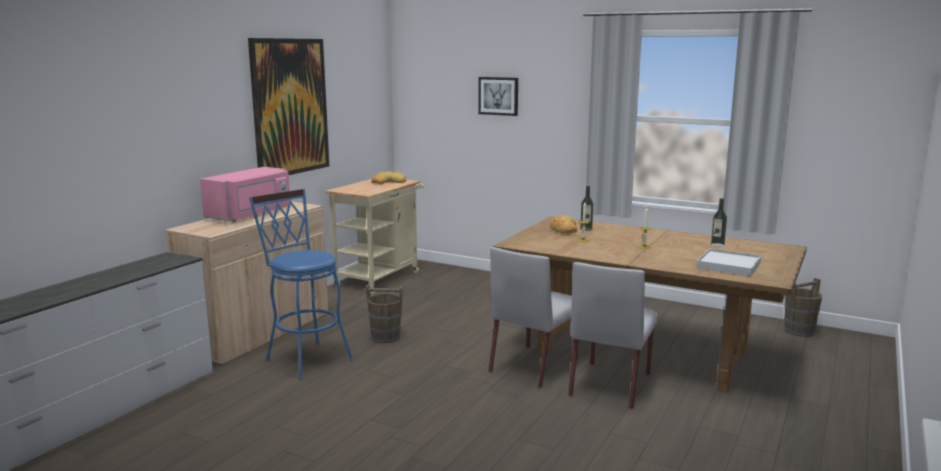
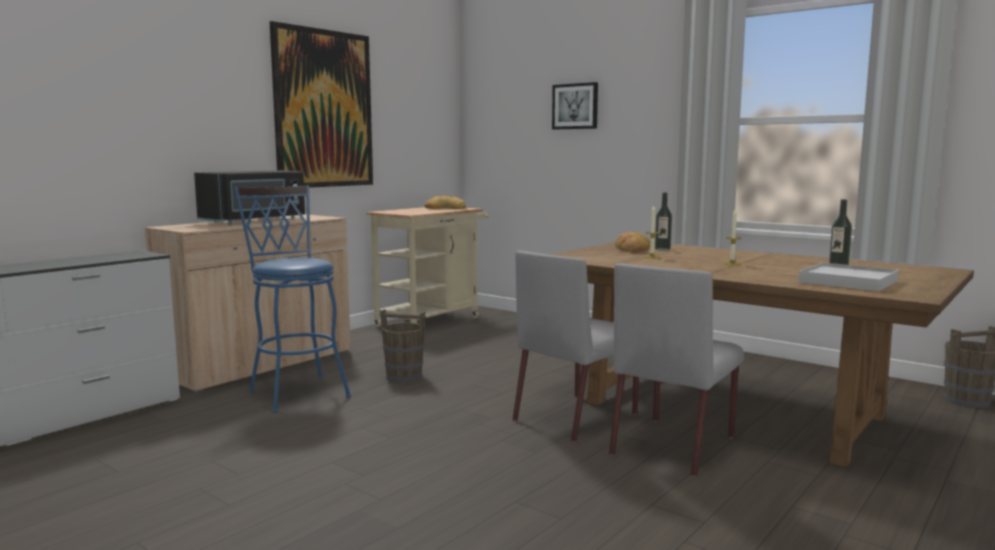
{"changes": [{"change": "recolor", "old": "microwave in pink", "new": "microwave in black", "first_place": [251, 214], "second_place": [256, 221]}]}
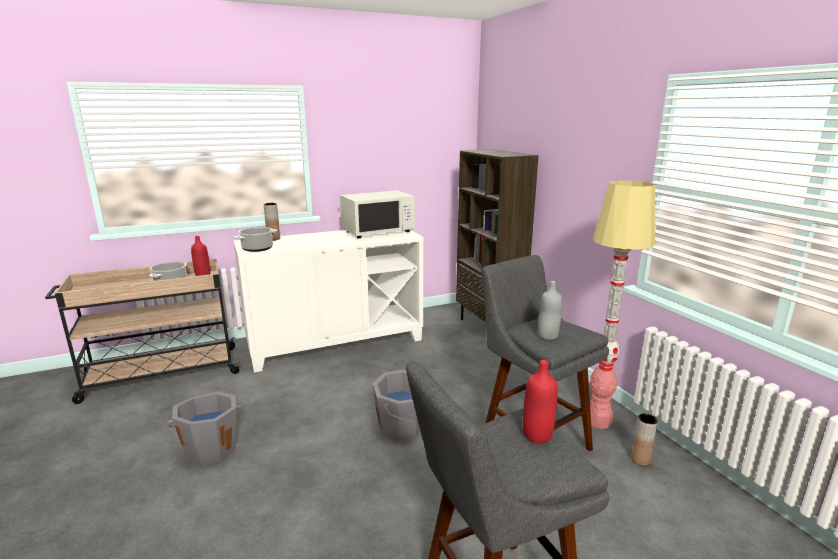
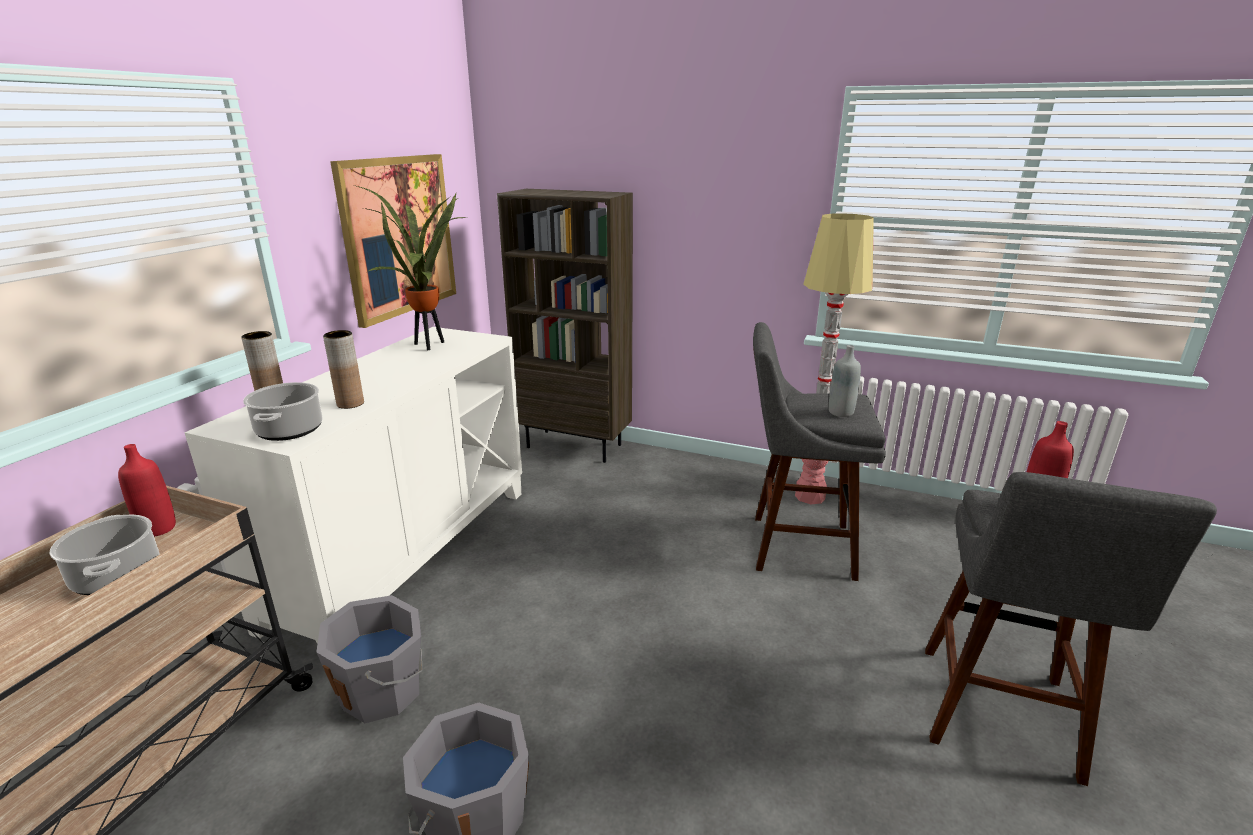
{"changes": [{"change": "insert", "new": "picture", "second_place": [399, 236]}, {"change": "move", "old": "bucket in grey", "first_place": [402, 426], "second_place": [384, 690]}, {"change": "move", "old": "vase in brown", "first_place": [640, 460], "second_place": [350, 404]}, {"change": "replace", "old": "microwave in white", "new": "potted plant", "first_place": [378, 231], "second_place": [428, 345]}]}
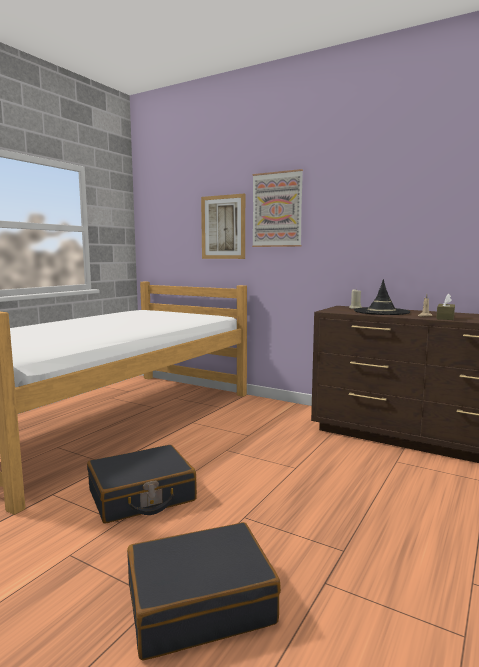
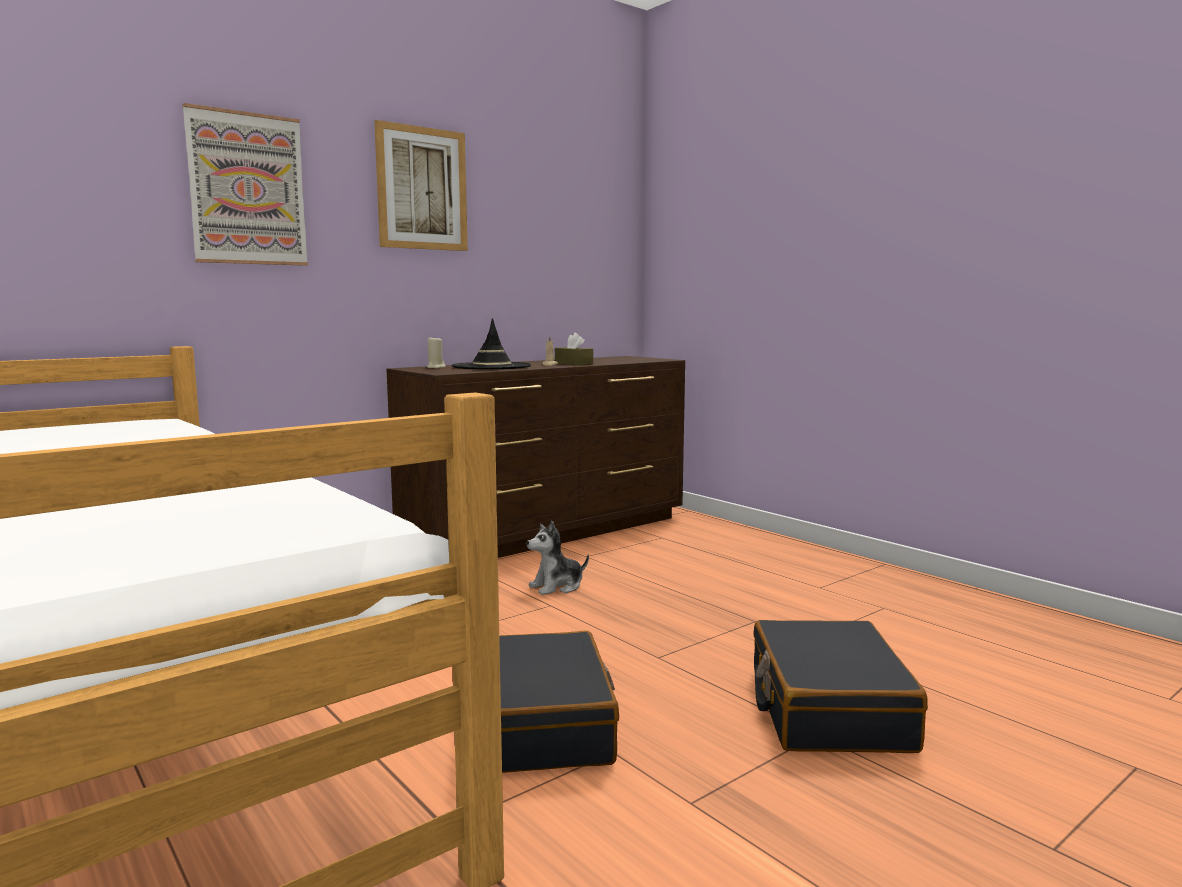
{"changes": [{"change": "insert", "new": "plush toy", "second_place": [557, 587]}, {"change": "move", "old": "picture", "first_place": [223, 227], "second_place": [422, 189]}]}
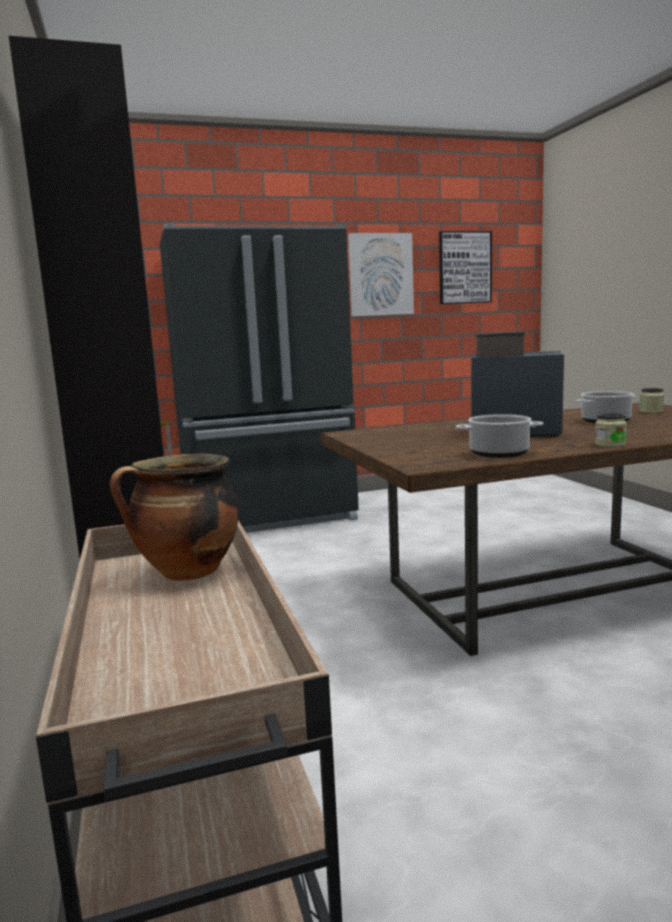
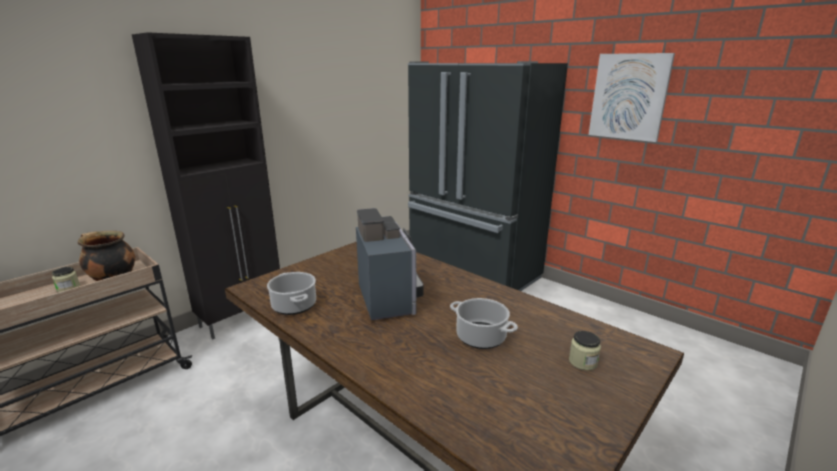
{"changes": [{"change": "delete", "old": "picture", "first_place": [464, 268]}, {"change": "move", "old": "jar", "first_place": [610, 445], "second_place": [68, 288]}]}
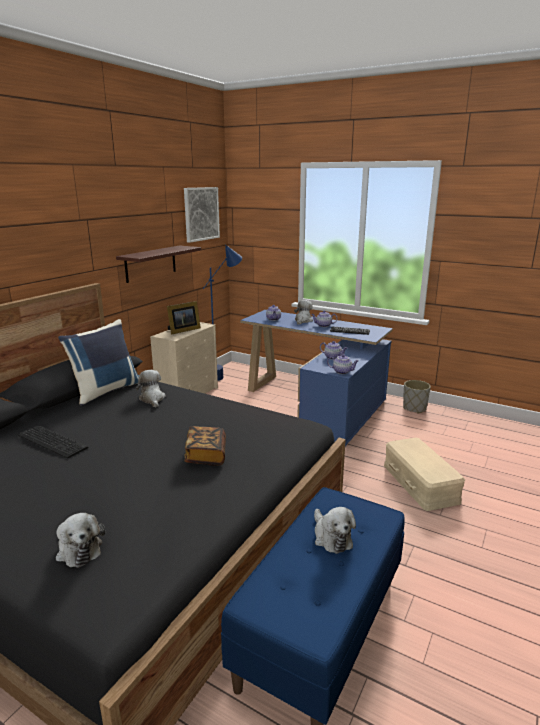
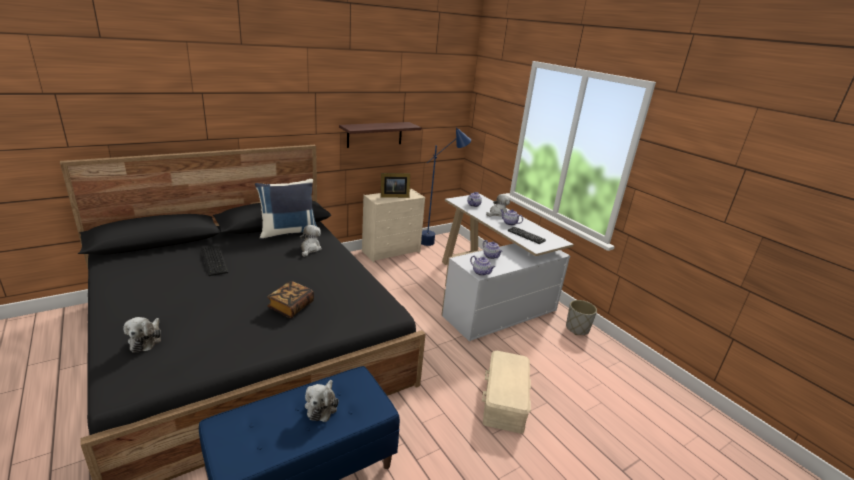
{"changes": [{"change": "delete", "old": "picture", "first_place": [201, 214]}, {"change": "recolor", "old": "desk in blue", "new": "desk in white", "first_place": [318, 403], "second_place": [489, 293]}]}
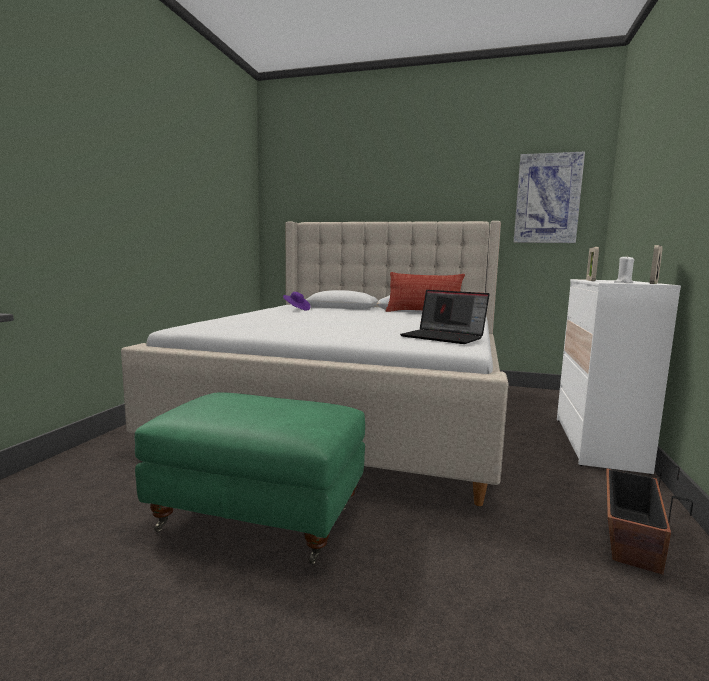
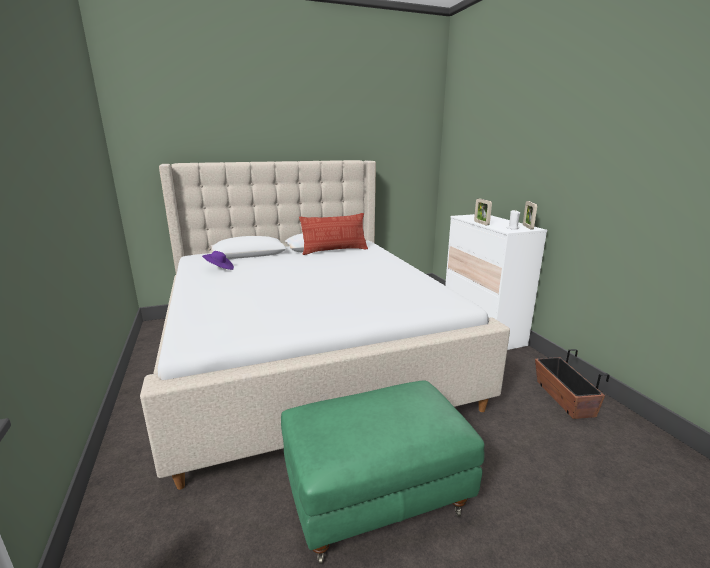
{"changes": [{"change": "delete", "old": "laptop", "first_place": [444, 337]}, {"change": "delete", "old": "picture", "first_place": [547, 199]}]}
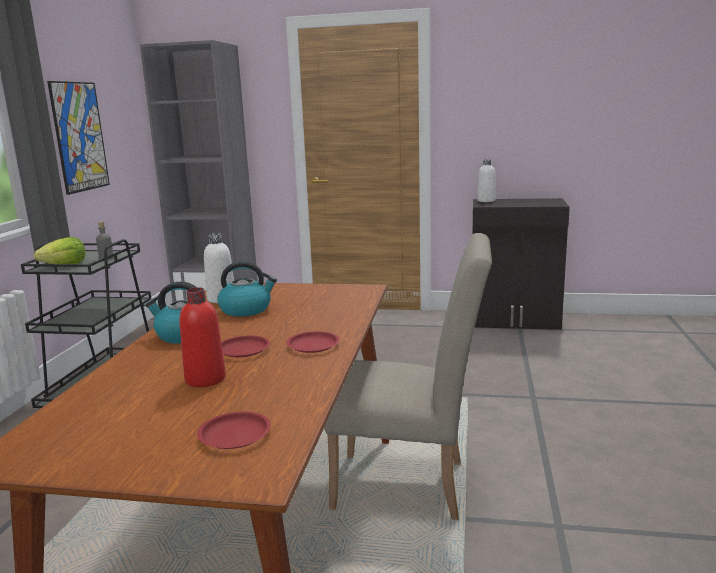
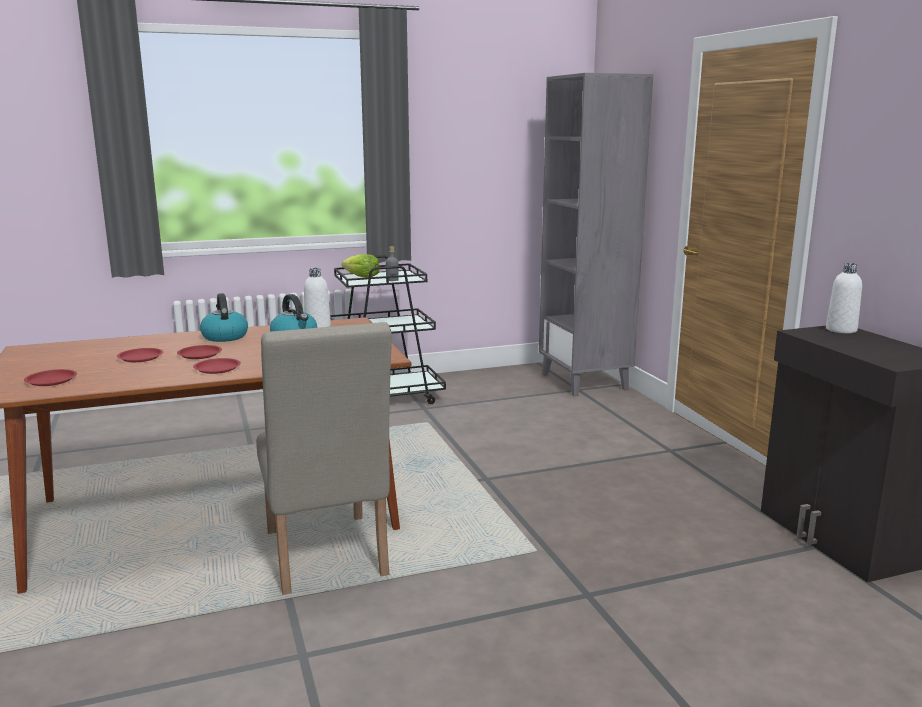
{"changes": [{"change": "delete", "old": "picture", "first_place": [80, 137]}, {"change": "replace", "old": "bottle in red", "new": "plate in red", "first_place": [205, 379], "second_place": [140, 358]}]}
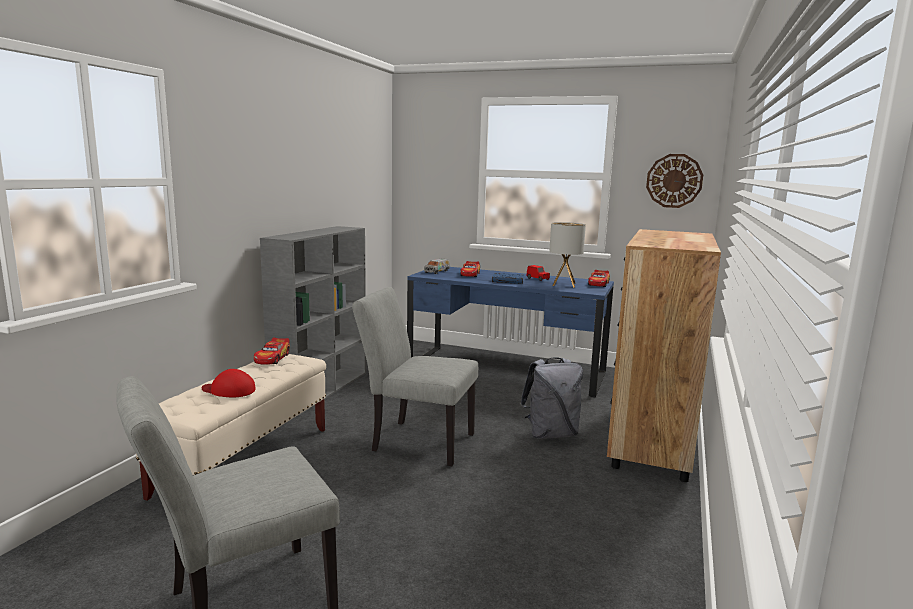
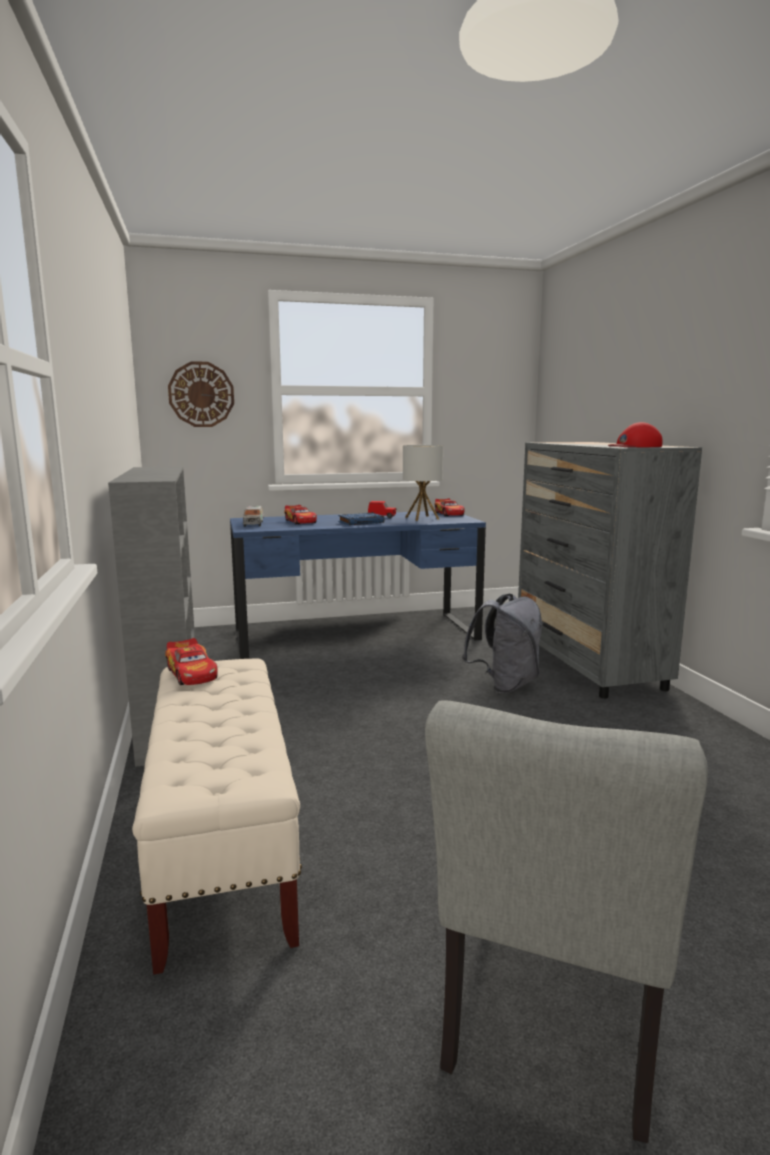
{"changes": [{"change": "delete", "old": "chair in grey", "first_place": [416, 441]}, {"change": "move", "old": "cap in red", "first_place": [229, 390], "second_place": [635, 446]}, {"change": "move", "old": "wall clock", "first_place": [674, 181], "second_place": [201, 394]}, {"change": "recolor", "old": "dresser in brown", "new": "dresser in grey", "first_place": [651, 441], "second_place": [588, 665]}]}
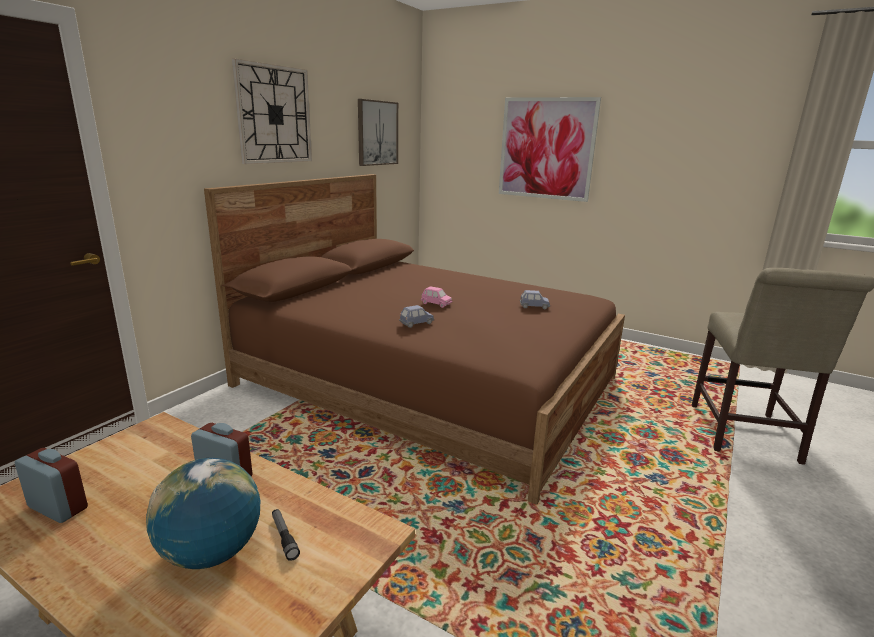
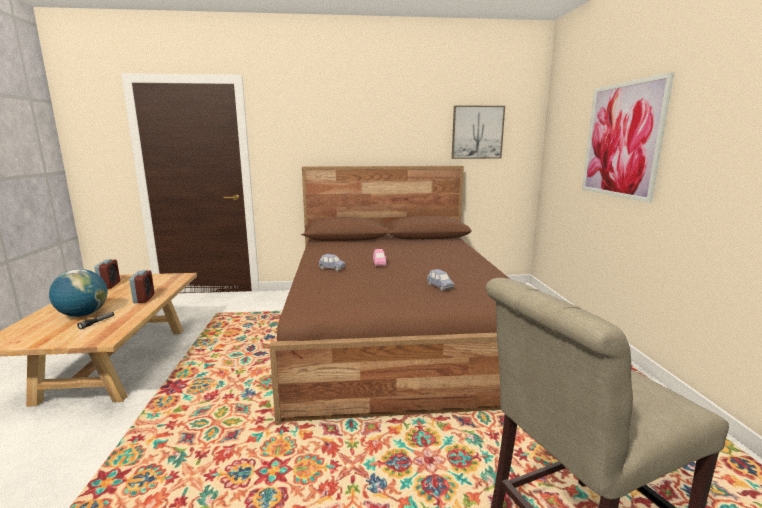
{"changes": [{"change": "delete", "old": "wall clock", "first_place": [274, 115]}]}
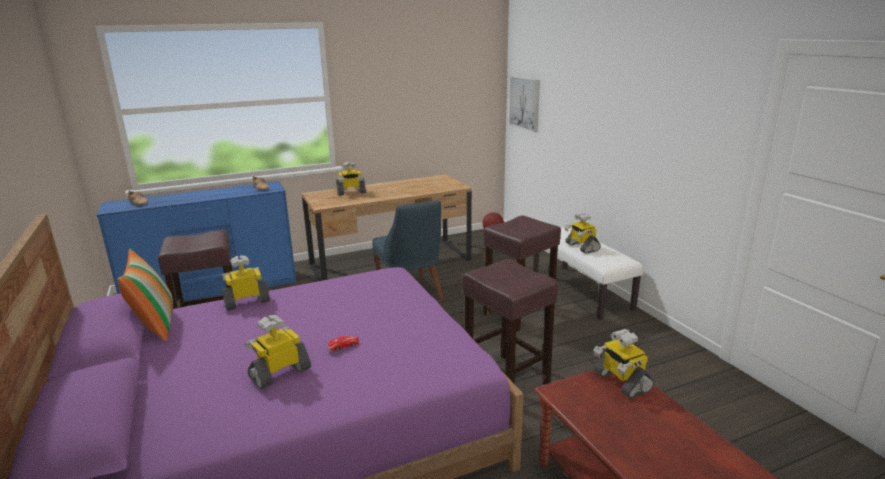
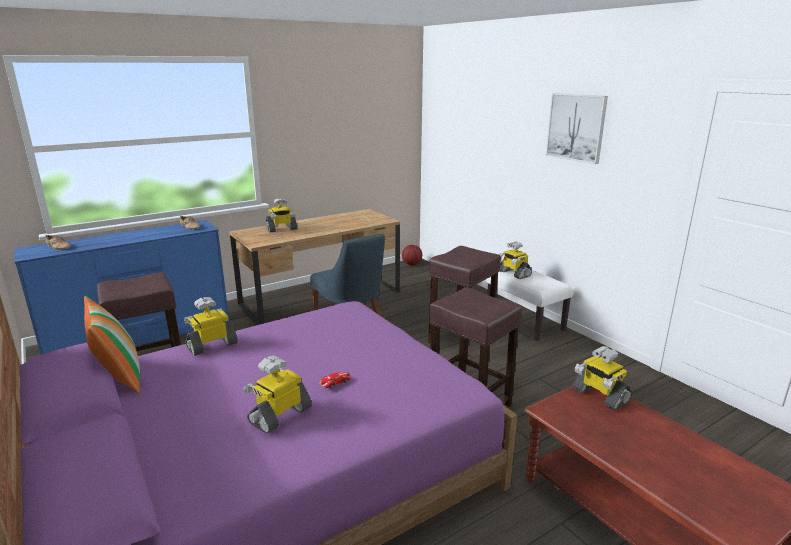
{"changes": [{"change": "move", "old": "picture", "first_place": [525, 103], "second_place": [576, 127]}]}
